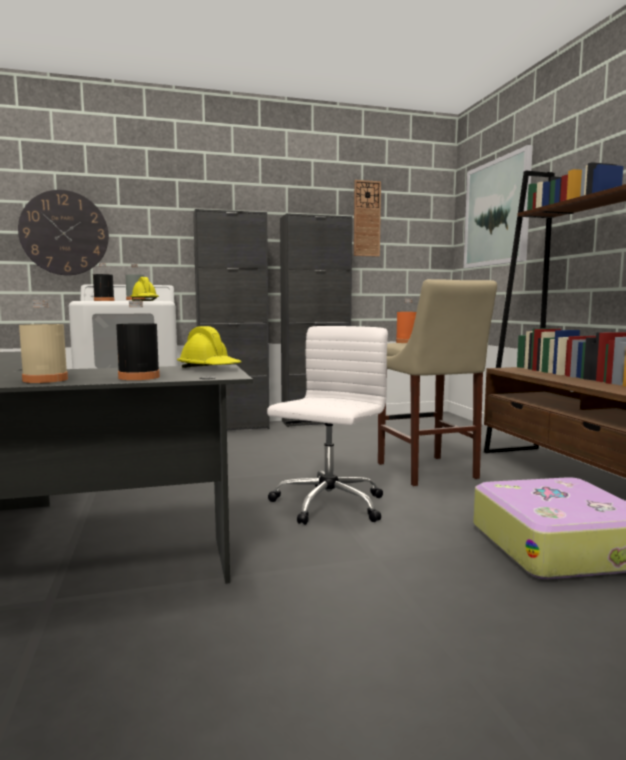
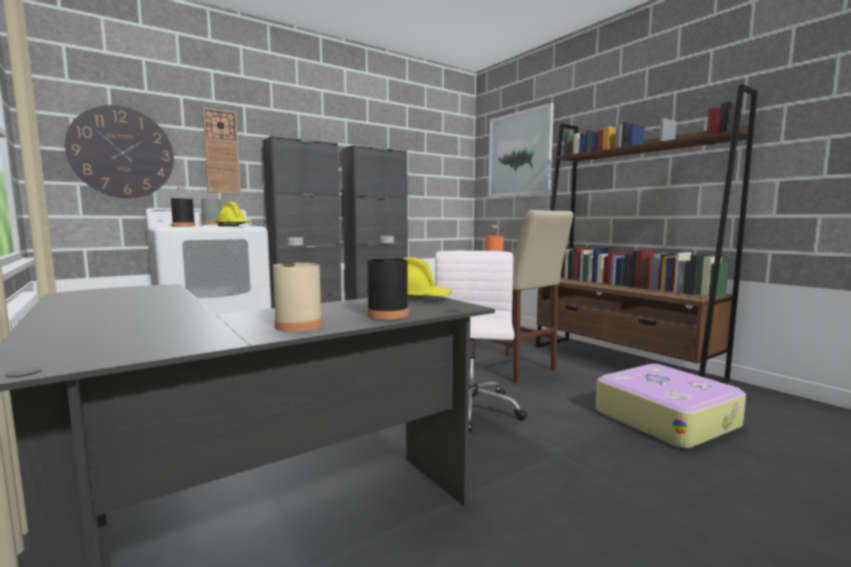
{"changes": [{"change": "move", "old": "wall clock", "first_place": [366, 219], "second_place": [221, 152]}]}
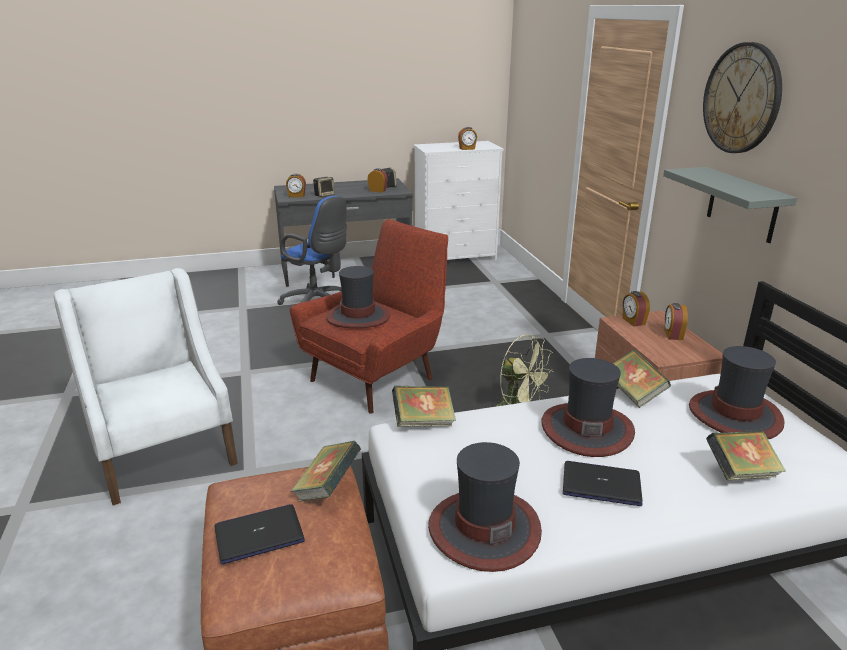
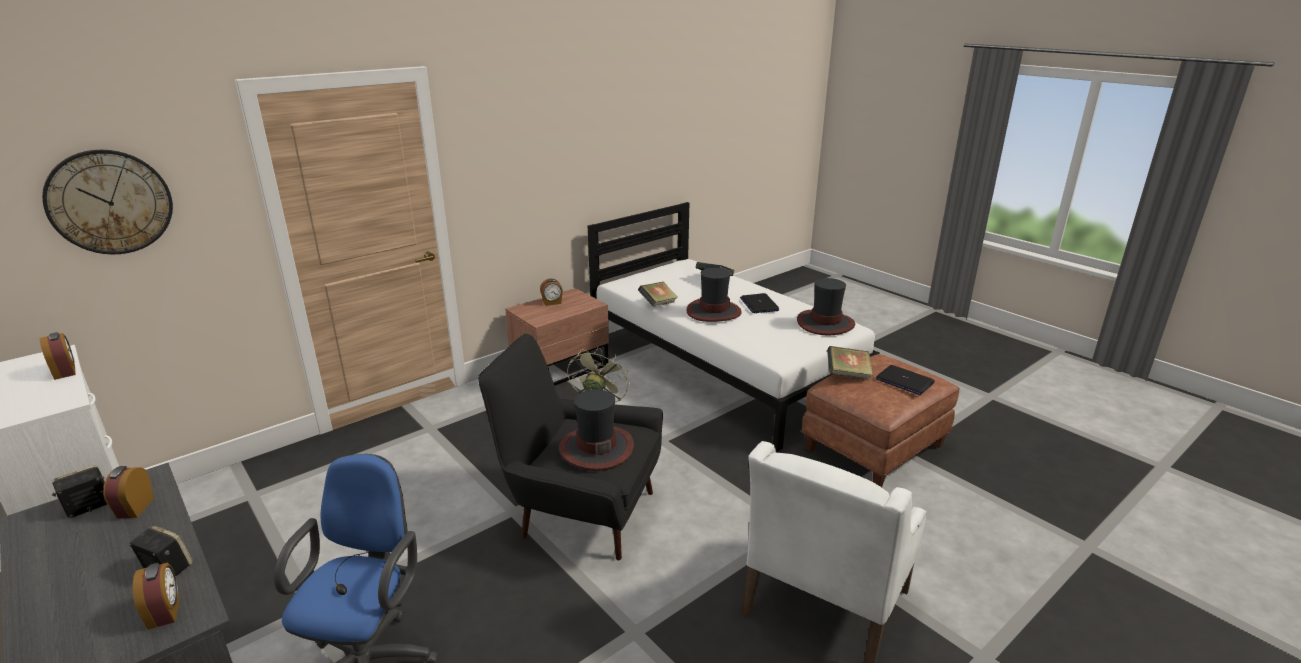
{"changes": [{"change": "delete", "old": "book", "first_place": [423, 422]}, {"change": "delete", "old": "alarm clock", "first_place": [633, 321]}, {"change": "delete", "old": "shelf in grey", "first_place": [742, 205]}, {"change": "delete", "old": "hat", "first_place": [735, 415]}, {"change": "move", "old": "wall clock", "first_place": [742, 98], "second_place": [110, 202]}, {"change": "recolor", "old": "armchair in red", "new": "armchair in black", "first_place": [377, 376], "second_place": [580, 512]}]}
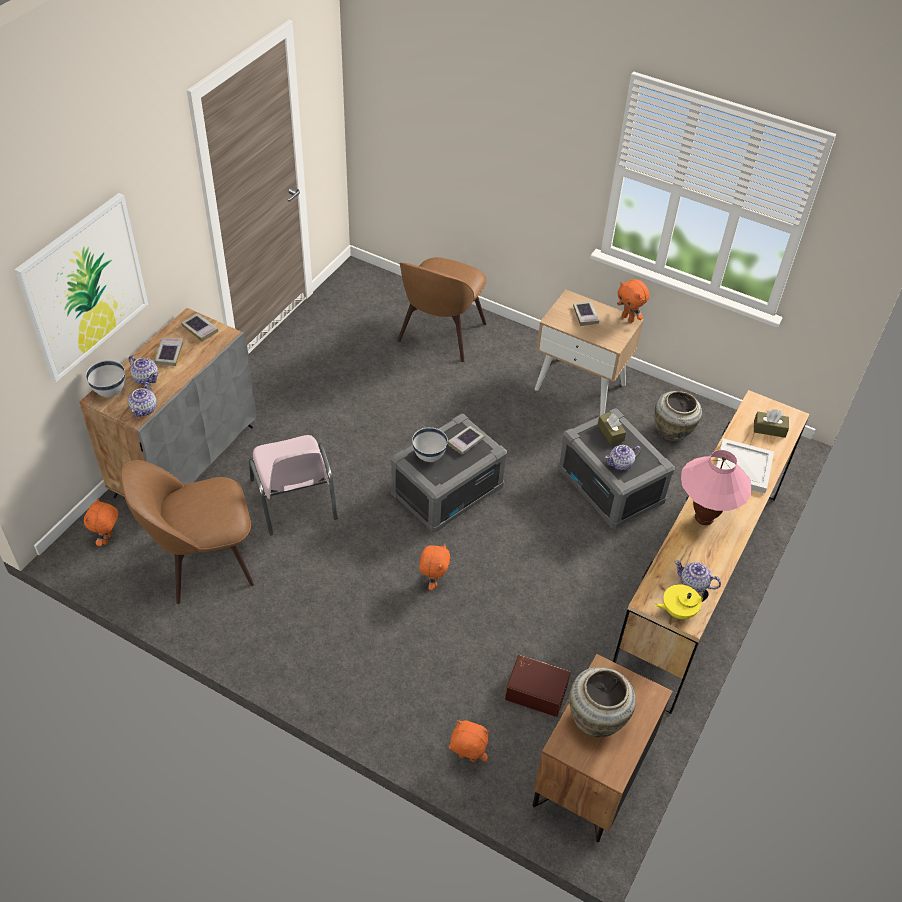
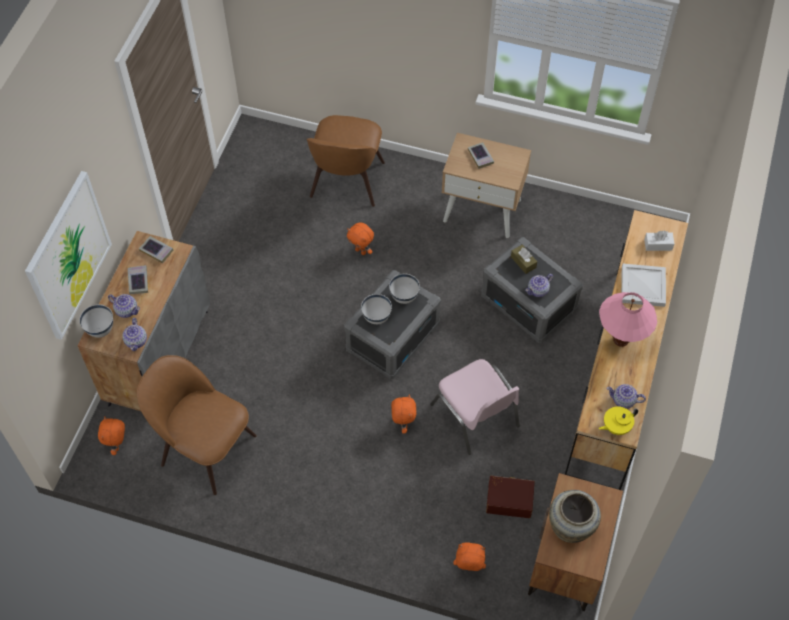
{"changes": [{"change": "delete", "old": "vase in beige", "first_place": [672, 432]}, {"change": "move", "old": "chair in pink", "first_place": [294, 500], "second_place": [476, 416]}, {"change": "move", "old": "plush toy in orange", "first_place": [628, 318], "second_place": [361, 251]}, {"change": "replace", "old": "book", "new": "bowl in white", "first_place": [466, 442], "second_place": [404, 297]}, {"change": "recolor", "old": "tissue box in brown", "new": "tissue box in white", "first_place": [769, 429], "second_place": [658, 245]}, {"change": "rotate", "old": "chair in brown", "first_place": [202, 561], "second_place": [205, 448], "degrees": 60}]}
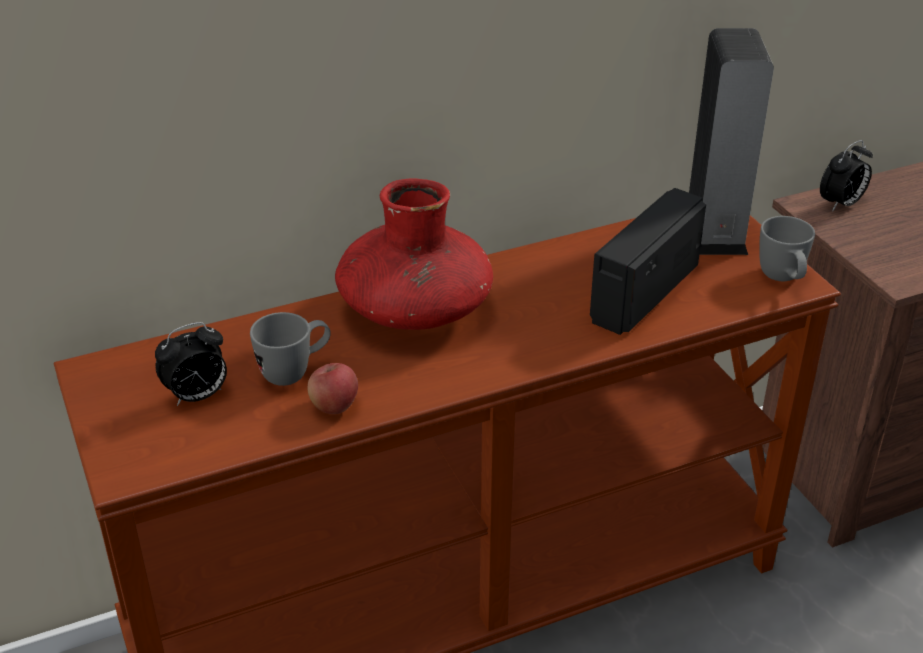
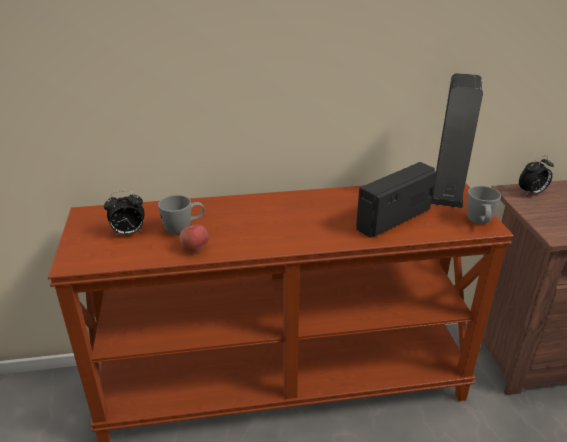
{"changes": [{"change": "delete", "old": "vase in red", "first_place": [415, 309]}]}
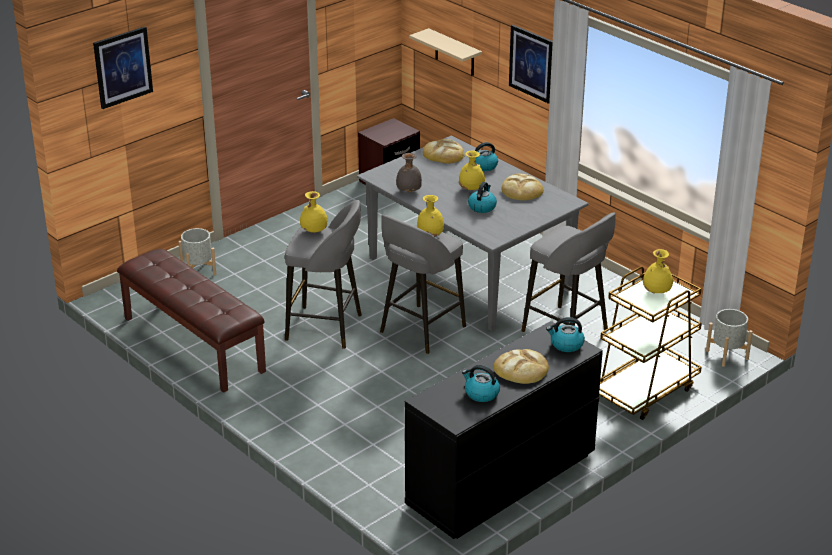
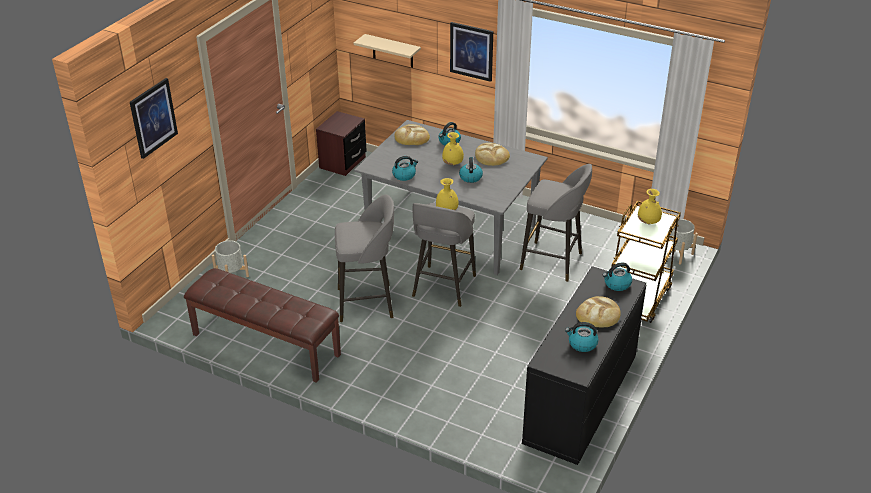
{"changes": [{"change": "delete", "old": "vase in yellow", "first_place": [314, 231]}, {"change": "replace", "old": "vase in grey", "new": "kettle", "first_place": [408, 191], "second_place": [404, 175]}]}
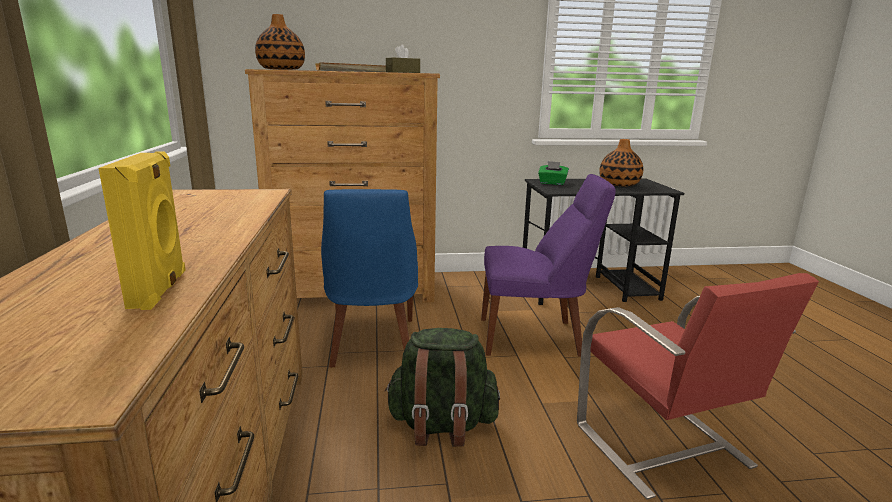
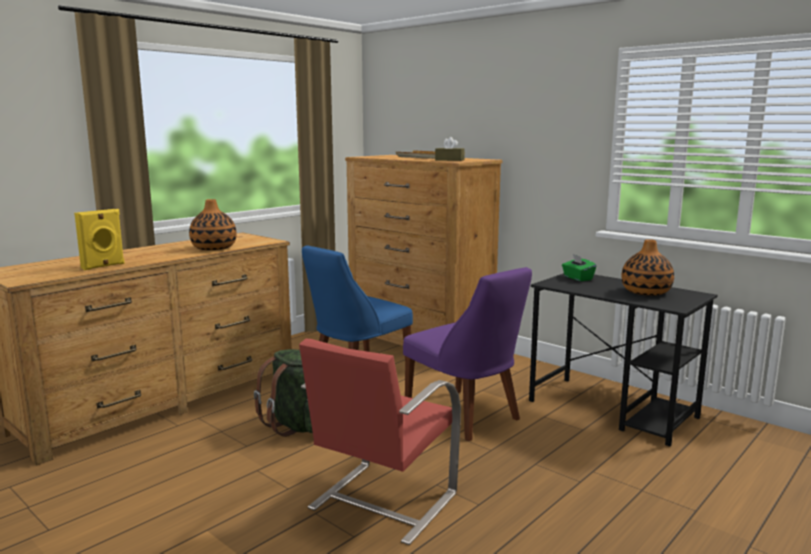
{"changes": [{"change": "move", "old": "vase", "first_place": [282, 69], "second_place": [214, 248]}]}
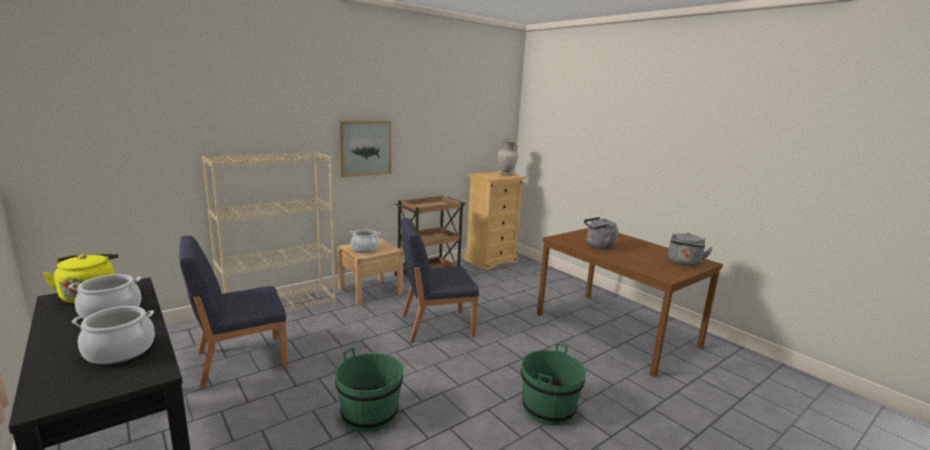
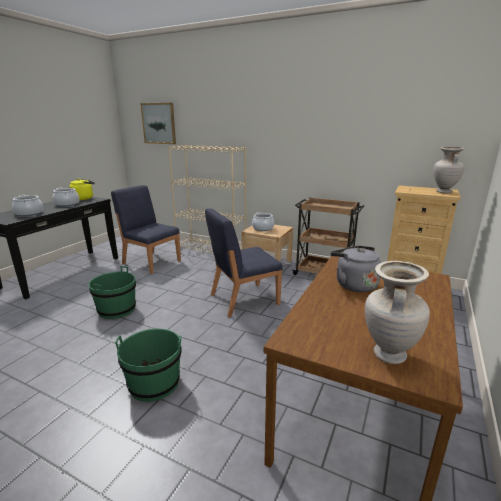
{"changes": [{"change": "move", "old": "picture", "first_place": [365, 148], "second_place": [159, 123]}, {"change": "replace", "old": "kettle in grey", "new": "vase in beige", "first_place": [684, 263], "second_place": [388, 355]}, {"change": "rotate", "old": "chair in blue", "first_place": [435, 325], "second_place": [243, 299], "degrees": -75}]}
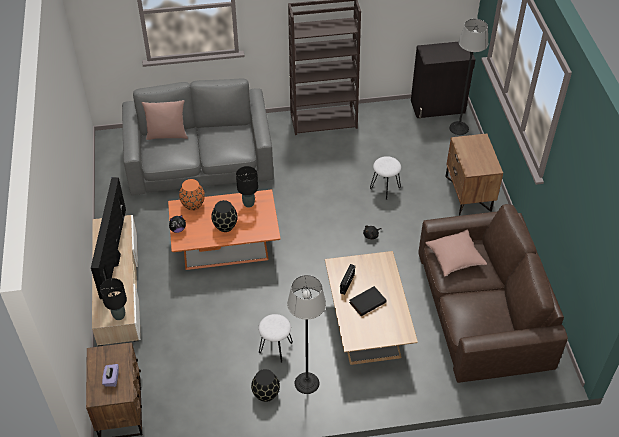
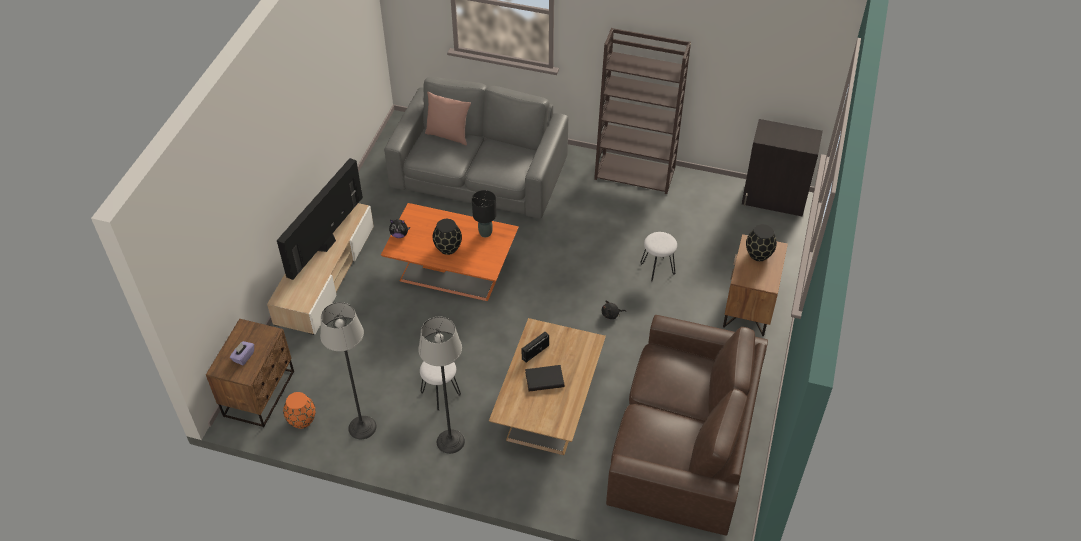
{"changes": [{"change": "delete", "old": "table lamp in black", "first_place": [119, 316]}, {"change": "delete", "old": "pillow in pink", "first_place": [455, 258]}, {"change": "move", "old": "vase in orange", "first_place": [193, 204], "second_place": [302, 420]}, {"change": "move", "old": "vase in black", "first_place": [265, 394], "second_place": [758, 254]}, {"change": "move", "old": "floor lamp", "first_place": [458, 128], "second_place": [362, 427]}]}
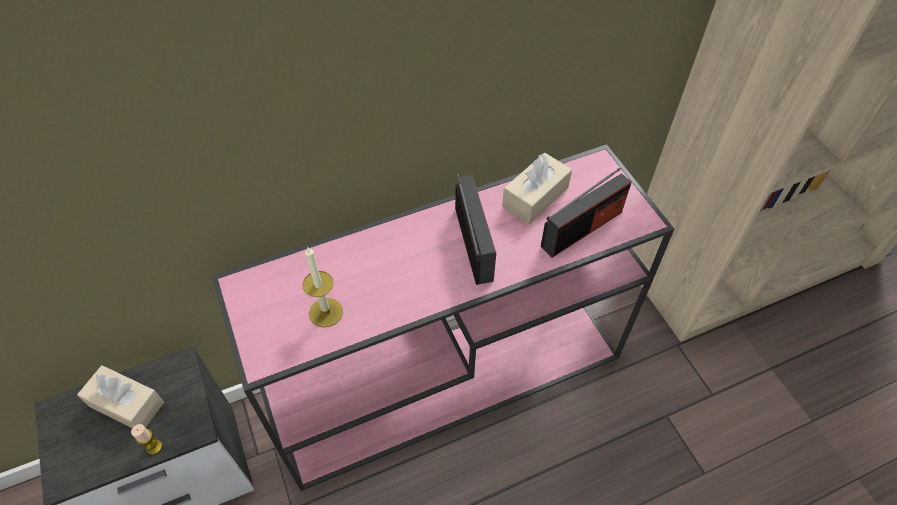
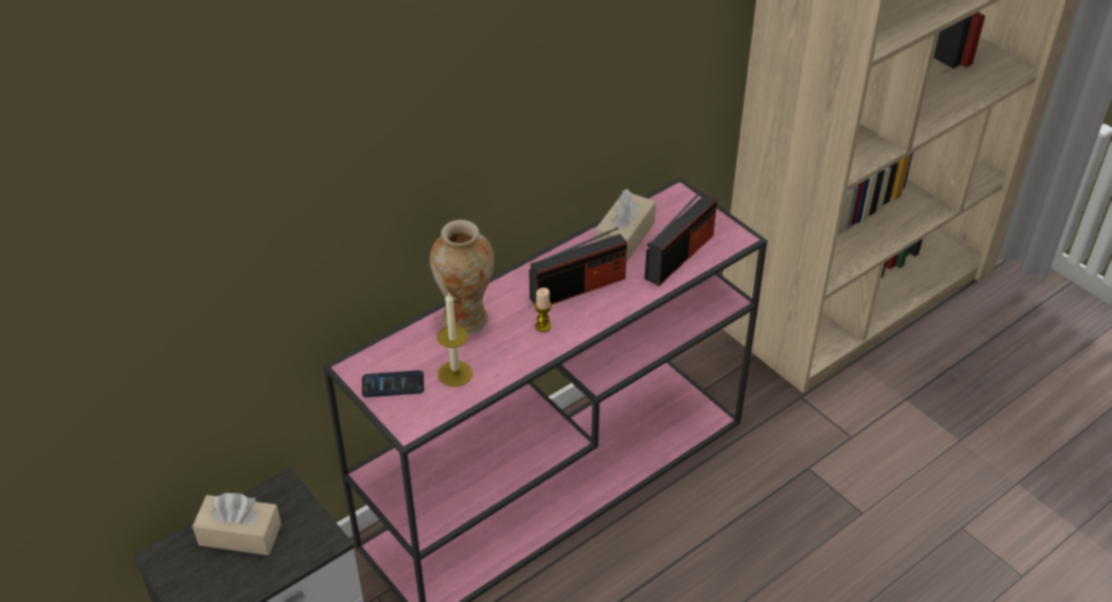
{"changes": [{"change": "insert", "new": "phone", "second_place": [393, 385]}, {"change": "insert", "new": "vase", "second_place": [465, 319]}, {"change": "move", "old": "candle", "first_place": [154, 447], "second_place": [543, 326]}, {"change": "rotate", "old": "radio", "first_place": [473, 243], "second_place": [578, 288], "degrees": 90}]}
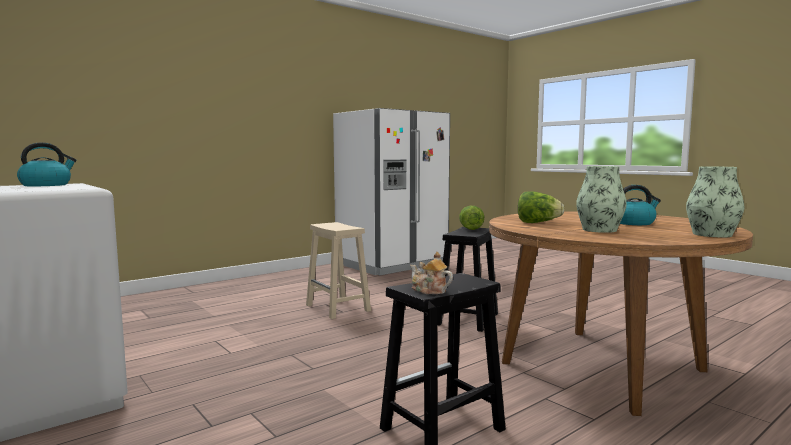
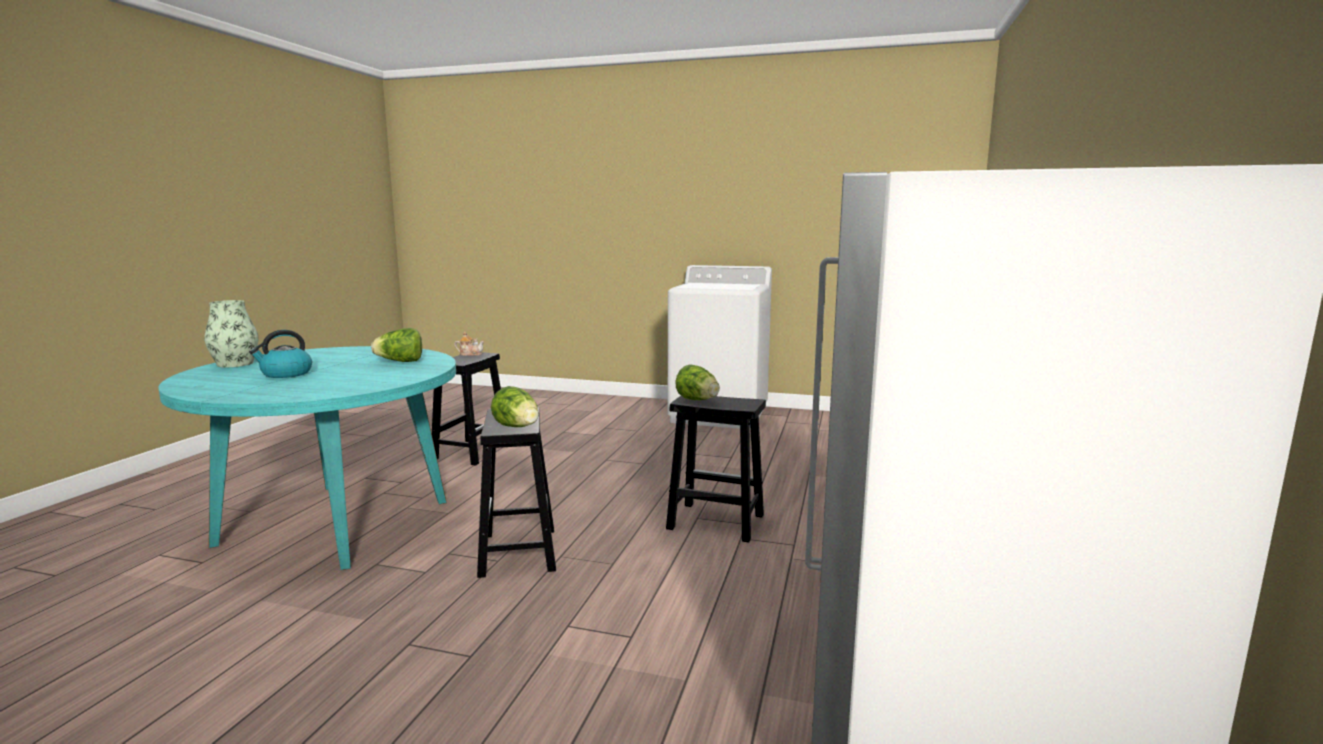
{"changes": [{"change": "delete", "old": "kettle", "first_place": [46, 185]}, {"change": "delete", "old": "vase", "first_place": [599, 230]}, {"change": "insert", "new": "lettuce", "second_place": [698, 400]}, {"change": "recolor", "old": "stool in beige", "new": "stool in black", "first_place": [338, 308], "second_place": [714, 522]}, {"change": "recolor", "old": "dining table in brown", "new": "dining table in turquoise", "first_place": [601, 366], "second_place": [336, 522]}]}
